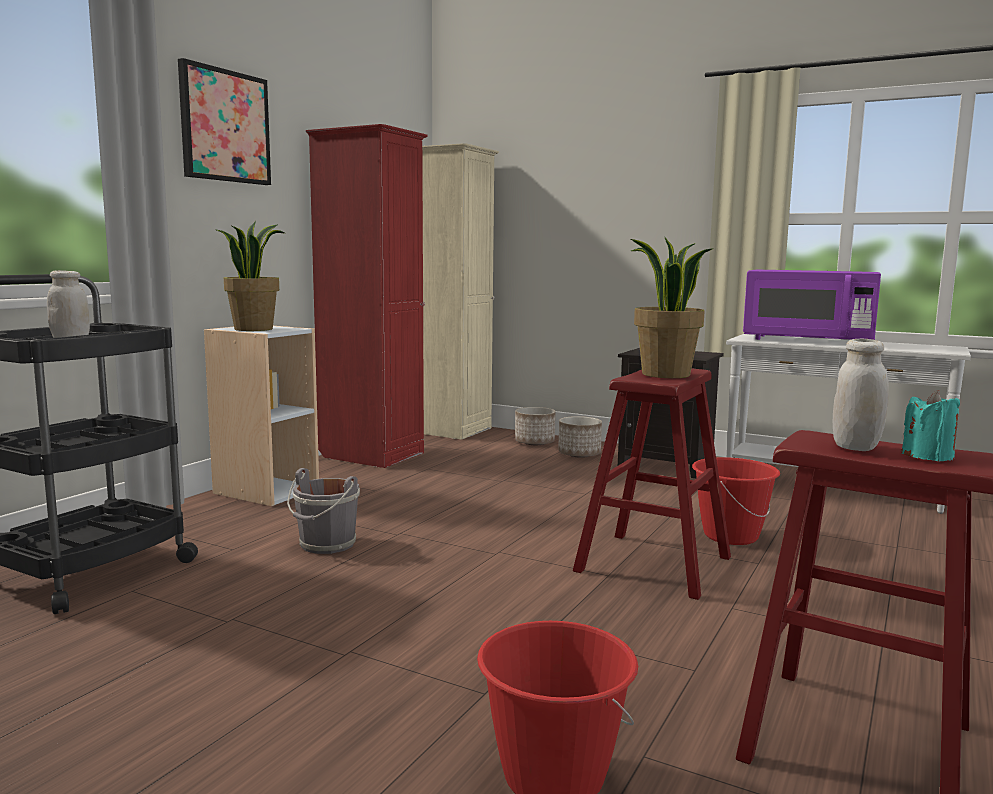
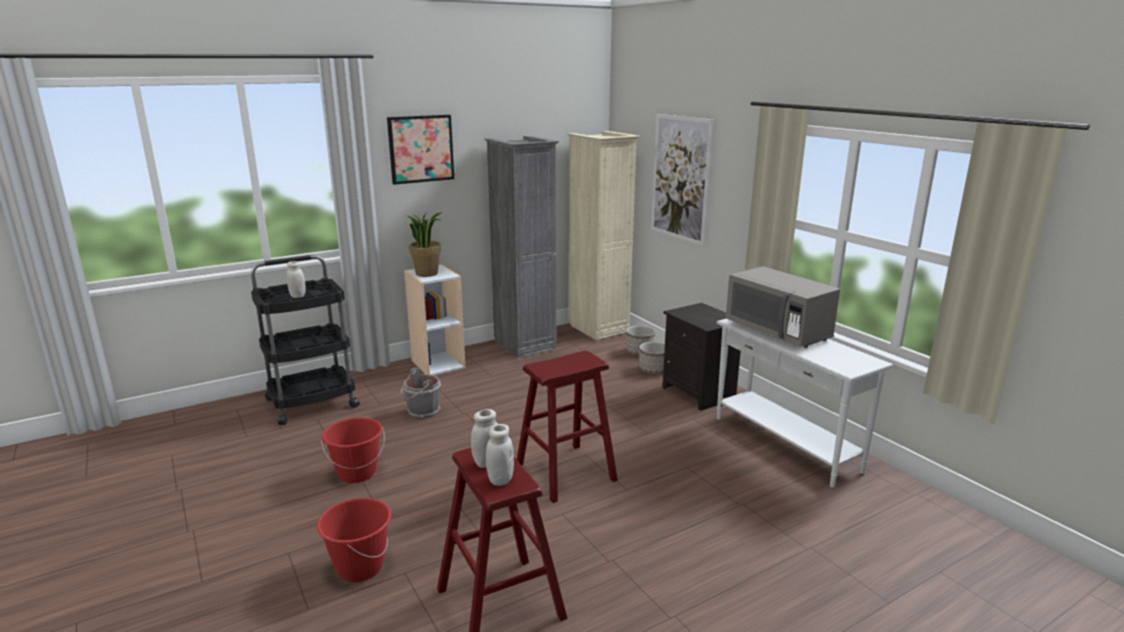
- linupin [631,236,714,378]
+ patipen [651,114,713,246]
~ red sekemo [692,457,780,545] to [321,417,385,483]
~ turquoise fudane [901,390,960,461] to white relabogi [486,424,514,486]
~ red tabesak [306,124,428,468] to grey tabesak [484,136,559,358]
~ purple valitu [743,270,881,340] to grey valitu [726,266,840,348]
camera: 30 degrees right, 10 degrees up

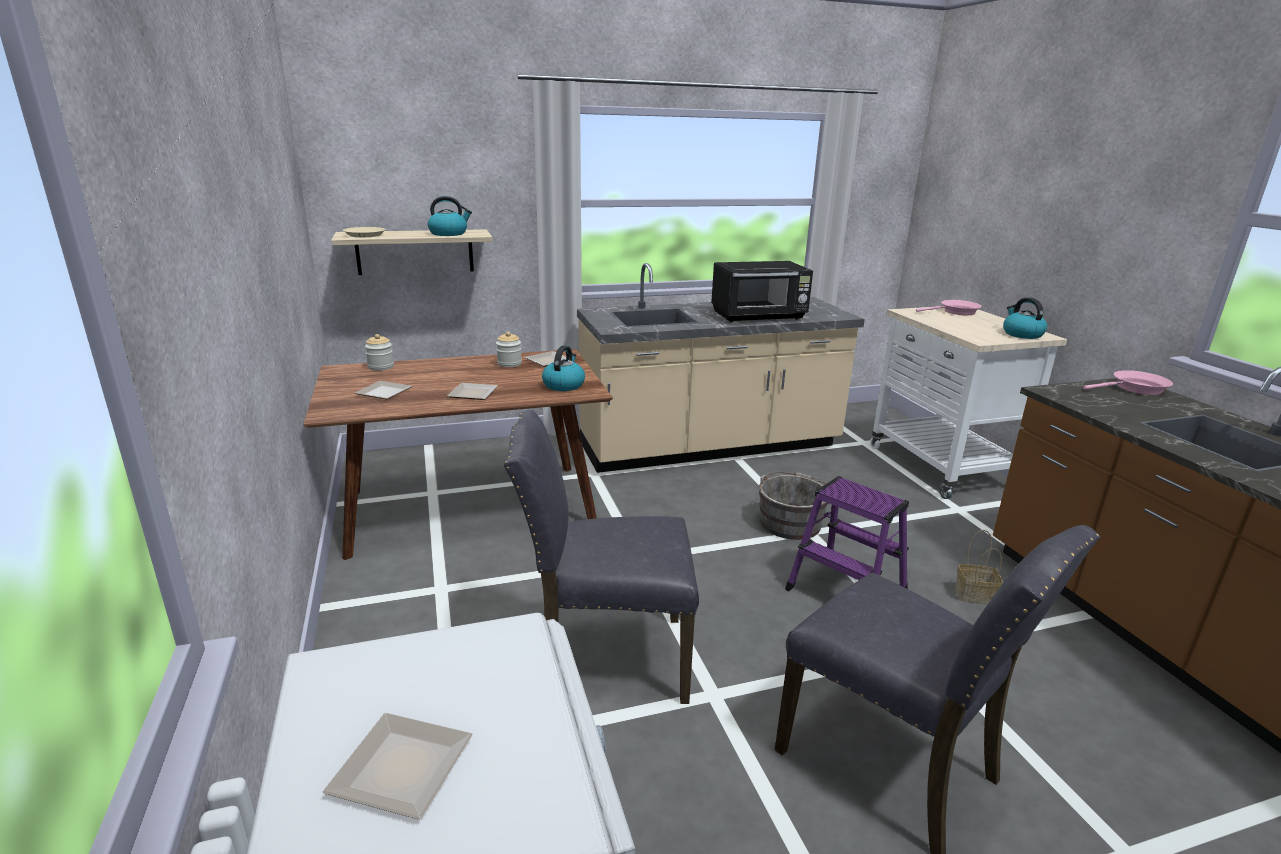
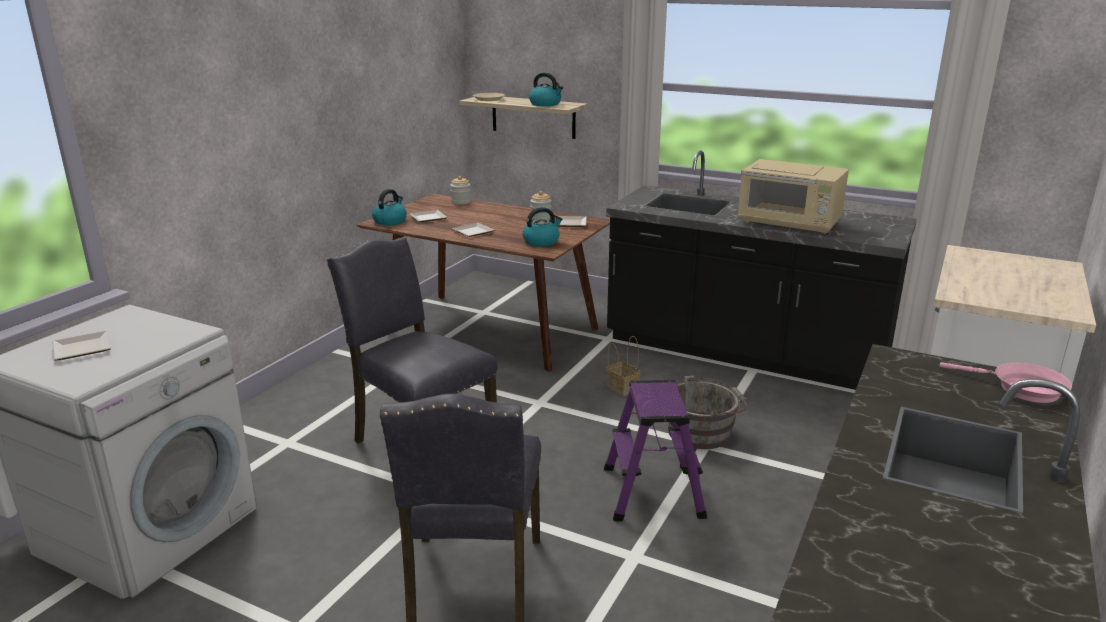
- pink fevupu [916,300,982,315]
~ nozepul [955,530,1003,605] to [606,336,640,396]
~ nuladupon [1003,297,1047,339] to [372,189,407,225]
~ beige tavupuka [577,263,865,473] to black tavupuka [606,150,917,390]
~ black valitu [711,261,813,322] to beige valitu [738,159,849,234]
camera: 45 degrees right, 0 degrees up

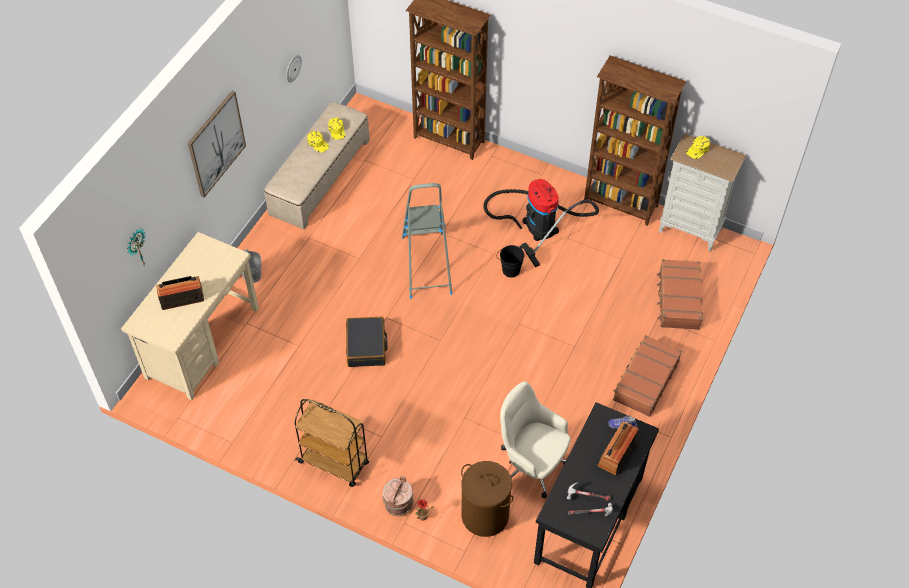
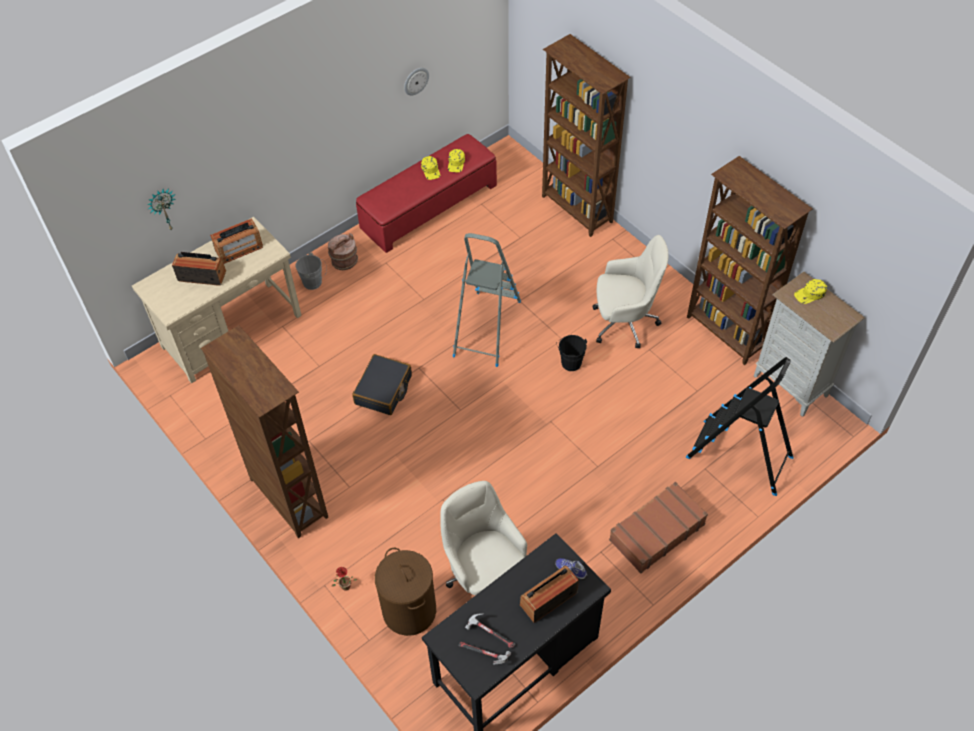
- patipen [188,91,246,198]
+ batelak [210,218,263,264]
~ brown sekemo [382,476,413,516] to [328,233,358,270]
~ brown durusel [295,399,369,487] to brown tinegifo [201,325,328,538]
~ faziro [483,179,599,267] to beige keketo [593,235,669,348]
~ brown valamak [657,259,703,330] to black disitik [686,357,794,496]
~ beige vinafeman [264,102,370,229] to red vinafeman [356,134,497,253]
camera: 25 degrees right, 0 degrees up

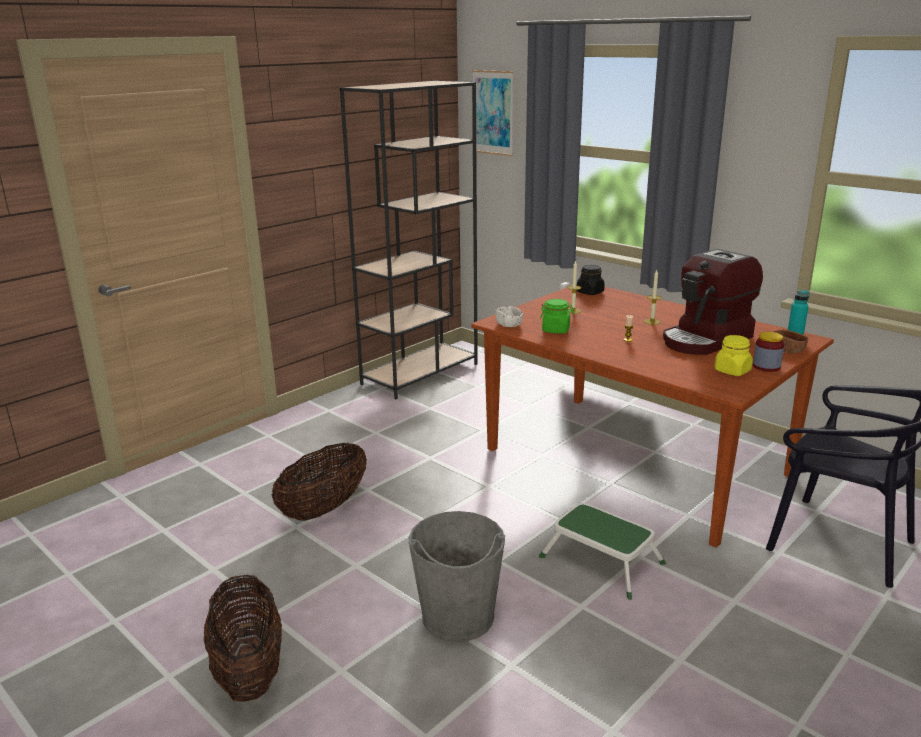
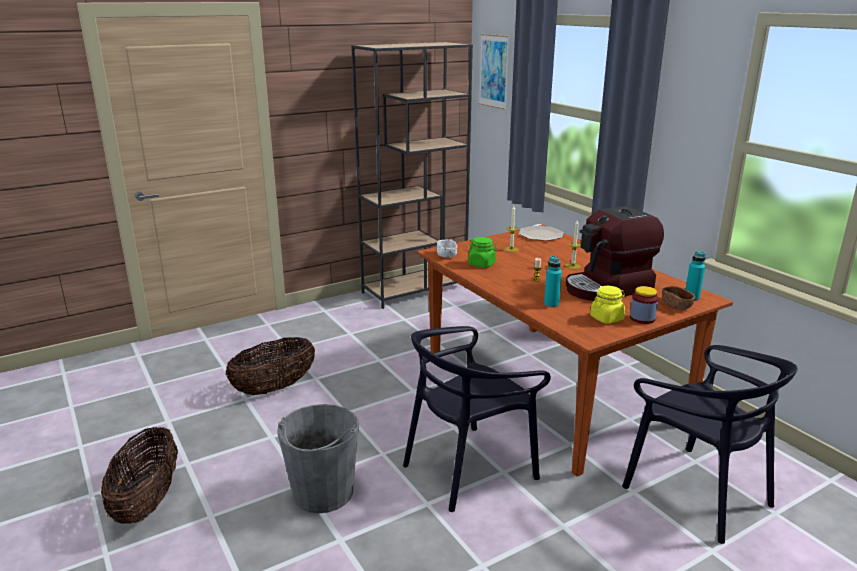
+ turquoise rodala [544,256,562,308]
~ green disitik [539,503,666,600] to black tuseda [403,326,551,512]
~ black relabogi [577,265,605,295] to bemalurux [519,226,564,241]
camera: 15 degrees right, 0 degrees up

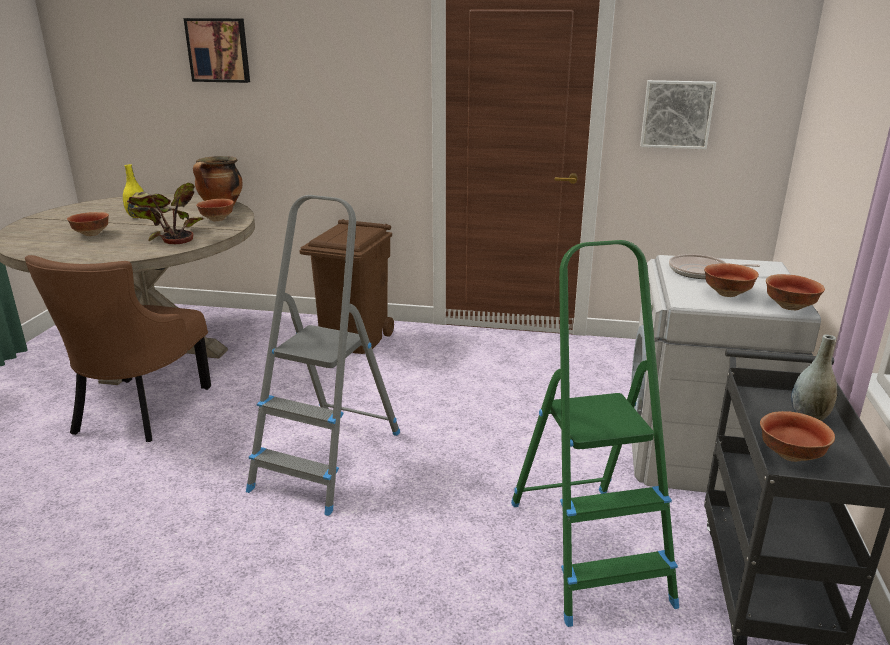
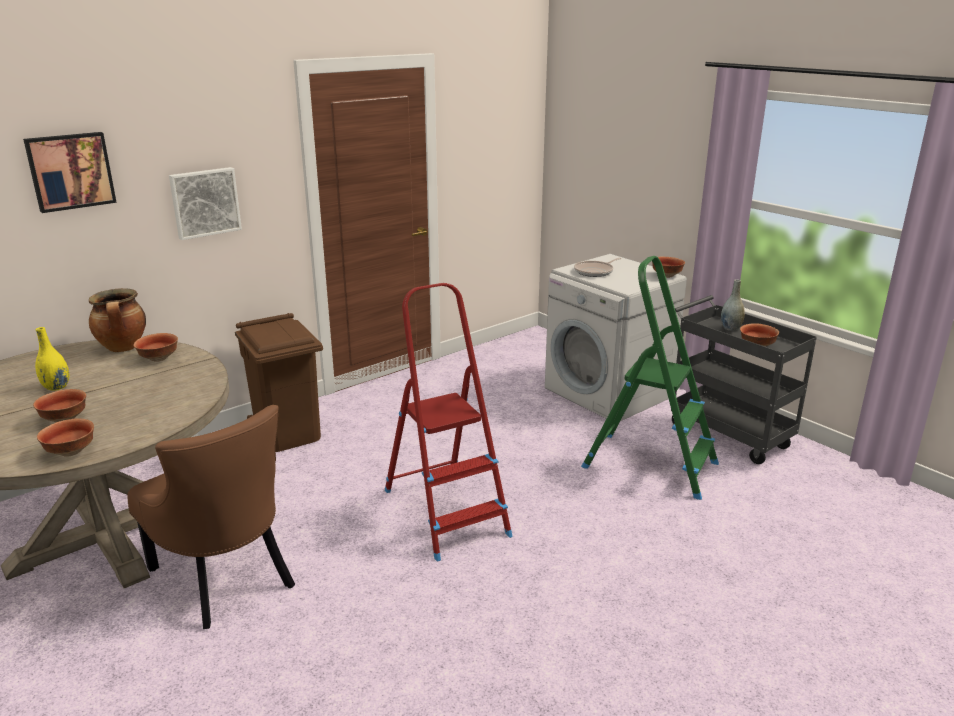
- linupin [127,182,204,244]
~ patipen [640,80,716,150] to [169,167,242,240]
~ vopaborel [704,263,759,297] to [37,419,94,457]
~ grey disitik [246,195,400,516] to red disitik [385,283,512,561]
camera: 50 degrees left, 0 degrees up

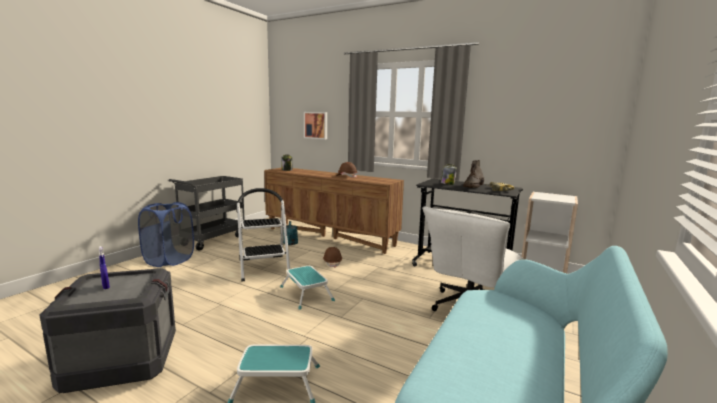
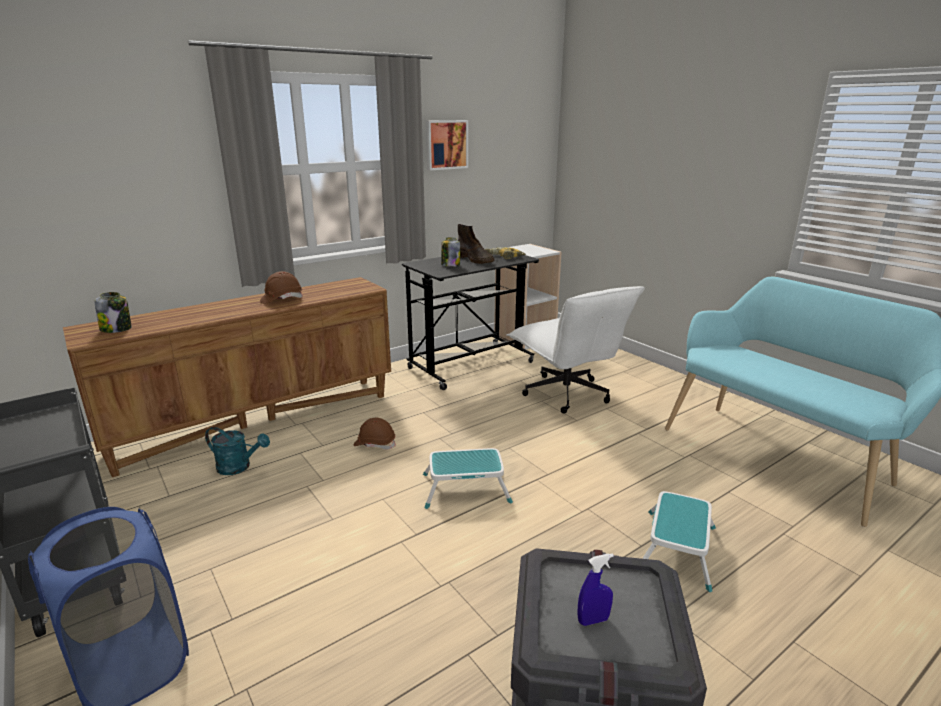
- disitik [237,188,290,282]
~ patipen [304,112,327,139] to [426,120,468,170]
camera: 65 degrees left, 10 degrees up

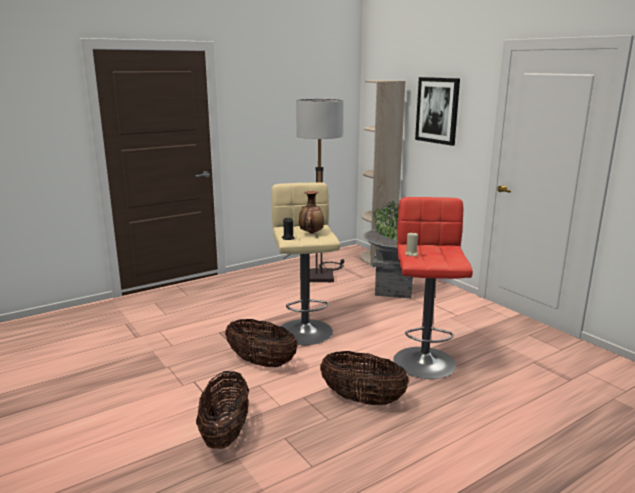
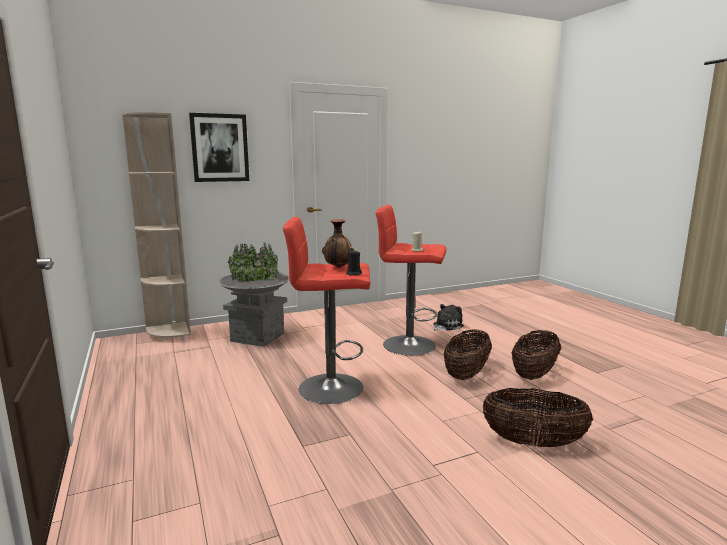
- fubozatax [296,99,344,283]
+ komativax [433,304,464,331]
~ nozepul [225,319,298,367] to [512,330,561,380]
~ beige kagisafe [271,182,340,345] to red kagisafe [283,217,370,404]
camera: 80 degrees left, 5 degrees down

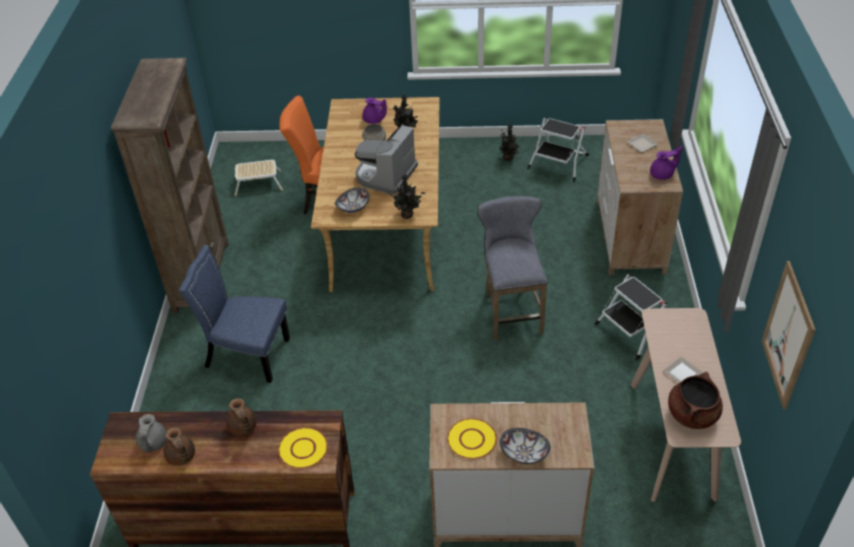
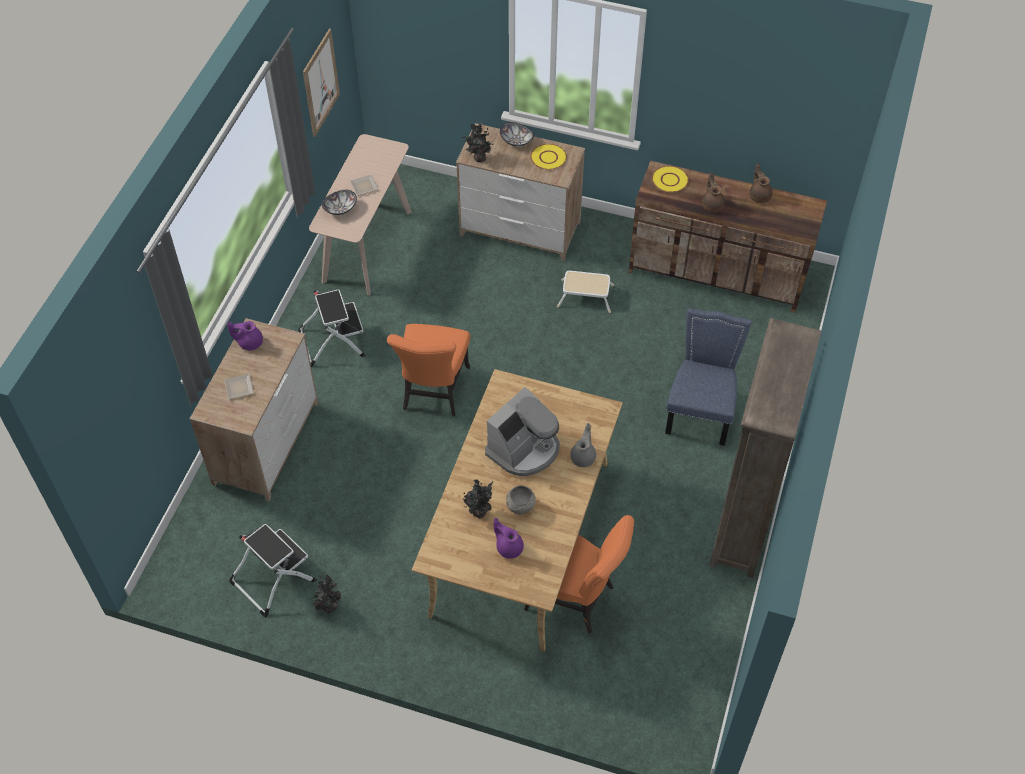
- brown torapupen [668,372,723,429]
~ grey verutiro [136,414,167,452] to [570,423,596,467]
~ beige disitik [234,160,283,196] to [557,271,614,313]
~ vopaborel [335,187,369,213] to [322,190,357,215]
~ linupin [389,174,426,219] to [461,122,493,162]
~ grey kagisafe [477,196,548,341] to orange tuseda [387,324,470,417]
~ blue tuseda [179,245,290,383] = [665,308,752,446] 105 degrees counterclockwise
camera: 165 degrees left, 10 degrees up

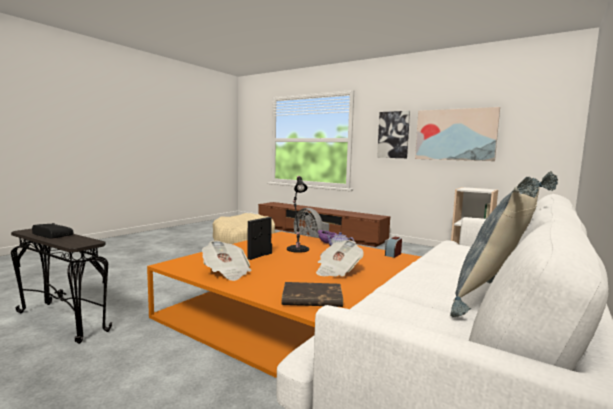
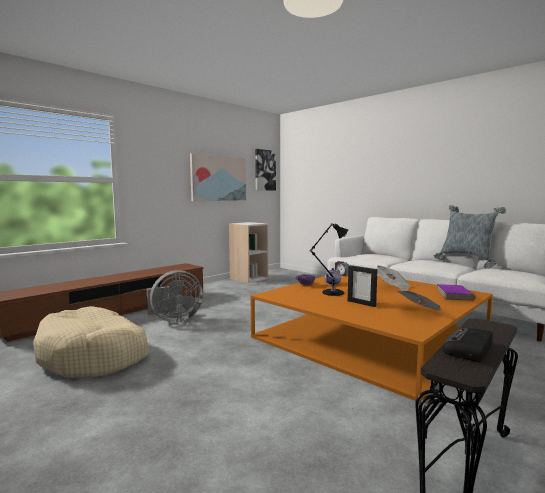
~ patipen [377,111,410,158] to [255,149,276,191]
~ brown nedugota [282,282,343,307] to purple nedugota [437,284,476,301]
camera: 80 degrees left, 0 degrees up

